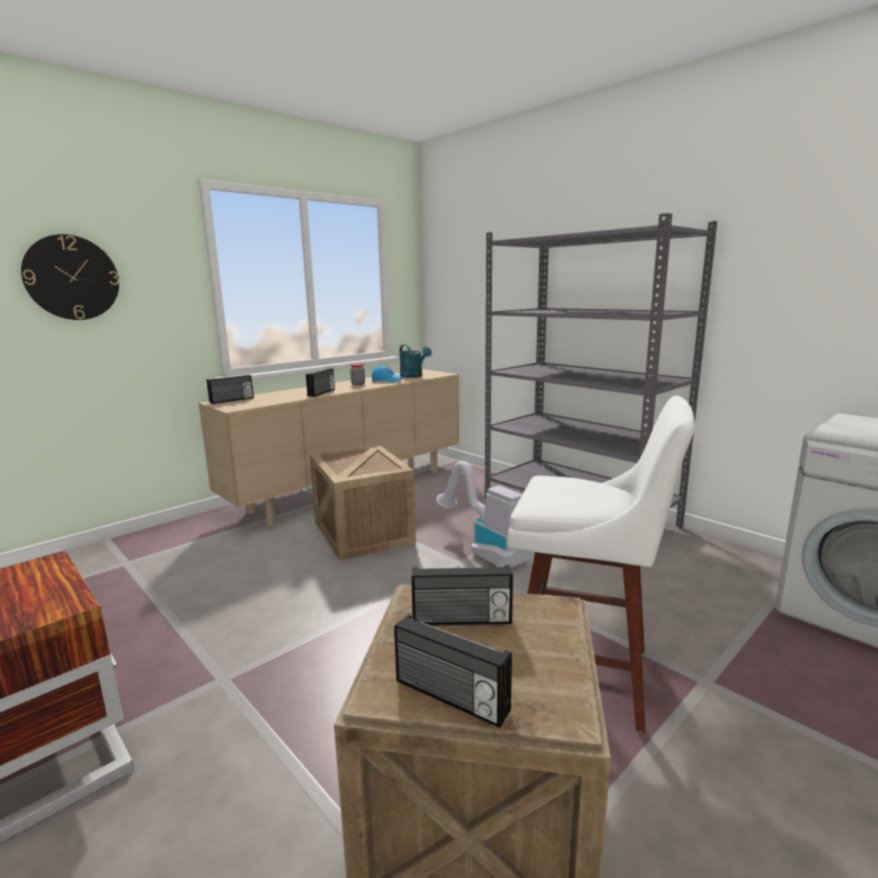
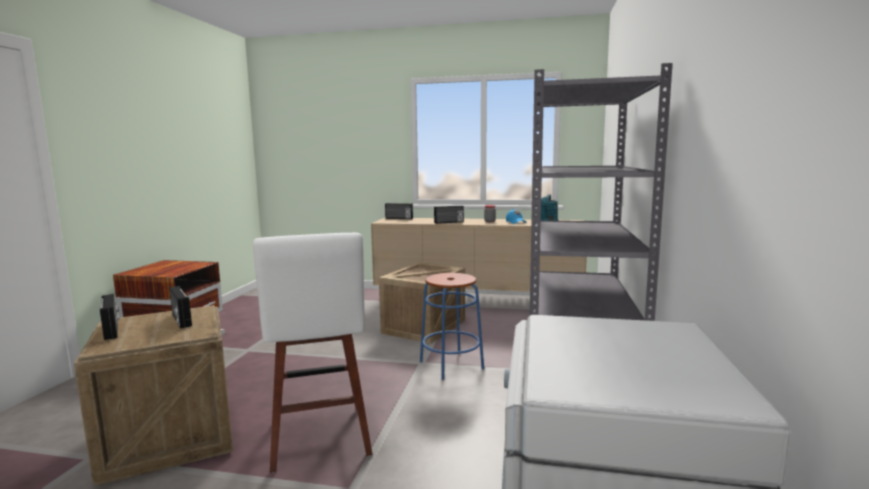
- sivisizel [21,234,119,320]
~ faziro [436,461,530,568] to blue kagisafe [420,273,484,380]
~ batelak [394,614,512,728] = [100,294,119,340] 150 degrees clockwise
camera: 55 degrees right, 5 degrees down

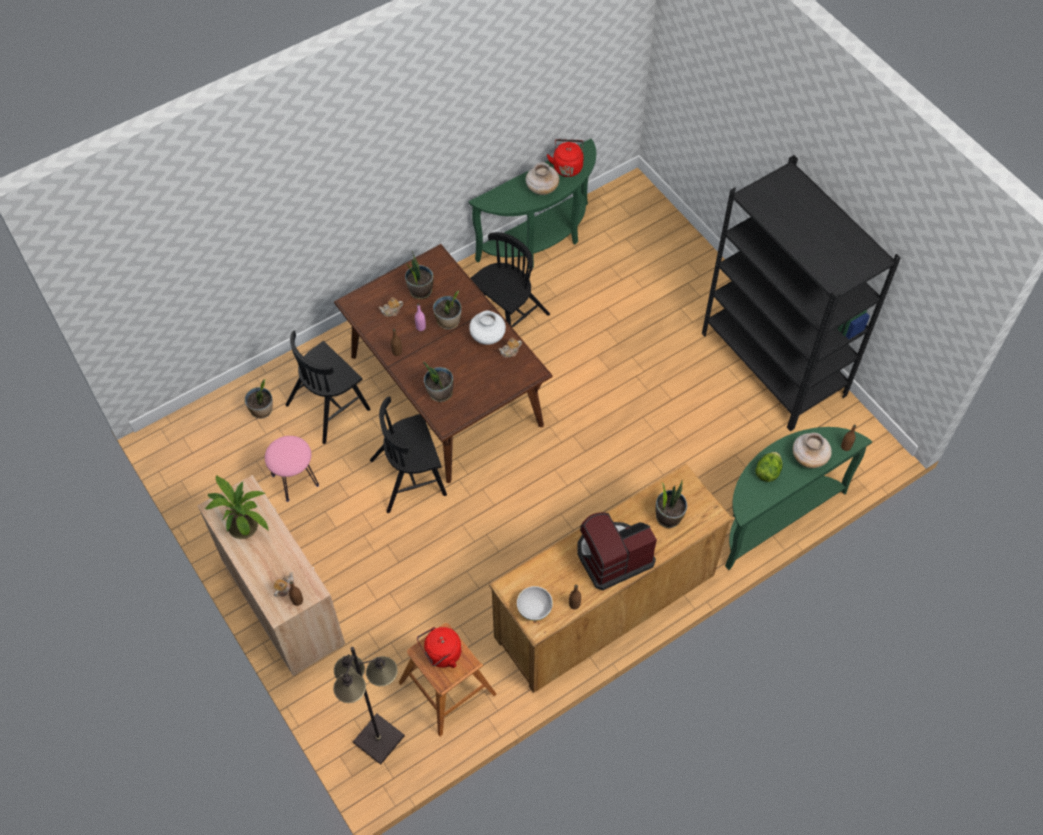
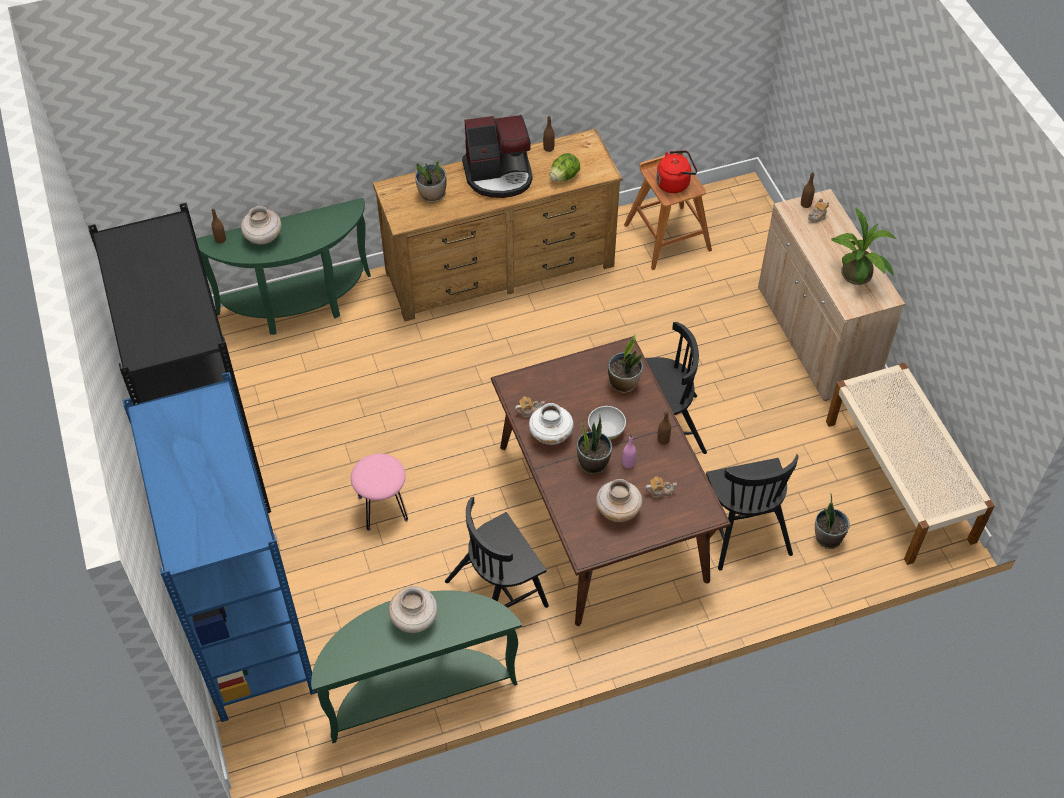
- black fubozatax [333,647,405,765]
- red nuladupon [547,139,584,177]
+ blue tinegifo [122,372,318,722]
+ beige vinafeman [826,363,995,565]
~ pink kagisafe [265,436,319,502] to [351,454,408,531]
~ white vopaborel [517,586,553,621] to [588,406,626,440]
~ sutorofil [755,452,782,482] to [550,153,580,181]
~ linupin [405,251,434,299] to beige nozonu [596,479,643,522]
~ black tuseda [285,330,370,444] = [706,454,799,570] 105 degrees clockwise
camera: 165 degrees left, 5 degrees down

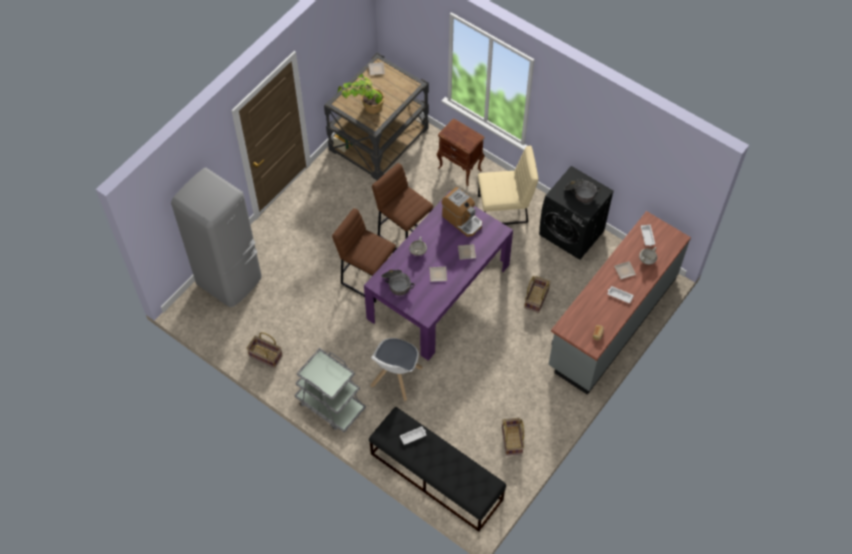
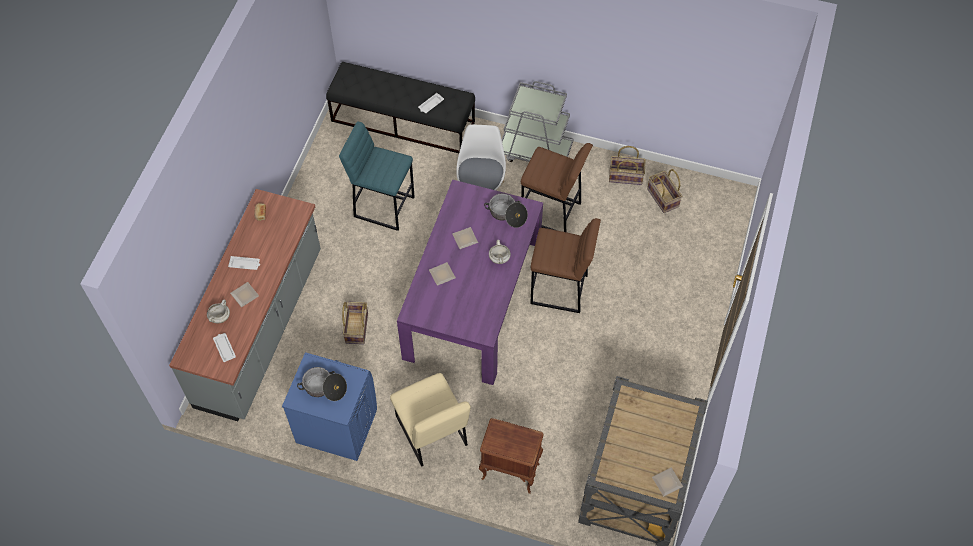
- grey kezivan [171,168,262,307]
- linupin [338,74,384,114]
- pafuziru [442,187,482,237]
+ turquoise kagisafe [339,121,415,231]
~ brown kagisafe [372,163,433,250] to [521,143,593,232]
~ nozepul [502,418,524,456] to [647,169,682,213]
~ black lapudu [539,166,614,260] to blue lapudu [282,352,377,461]
~ beige tuseda [478,146,538,225] = [390,373,471,467] 90 degrees counterclockwise
camera: 160 degrees right, 0 degrees up

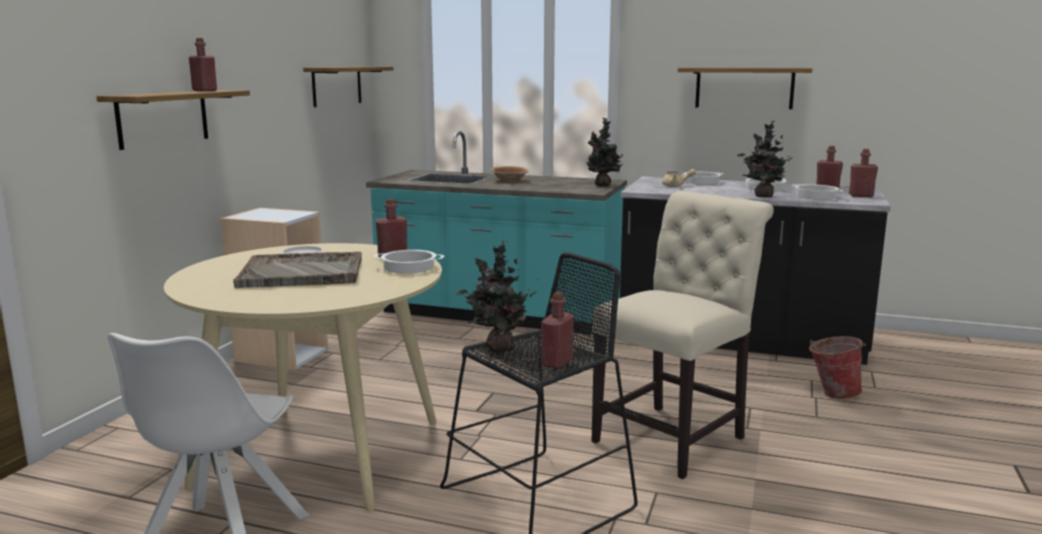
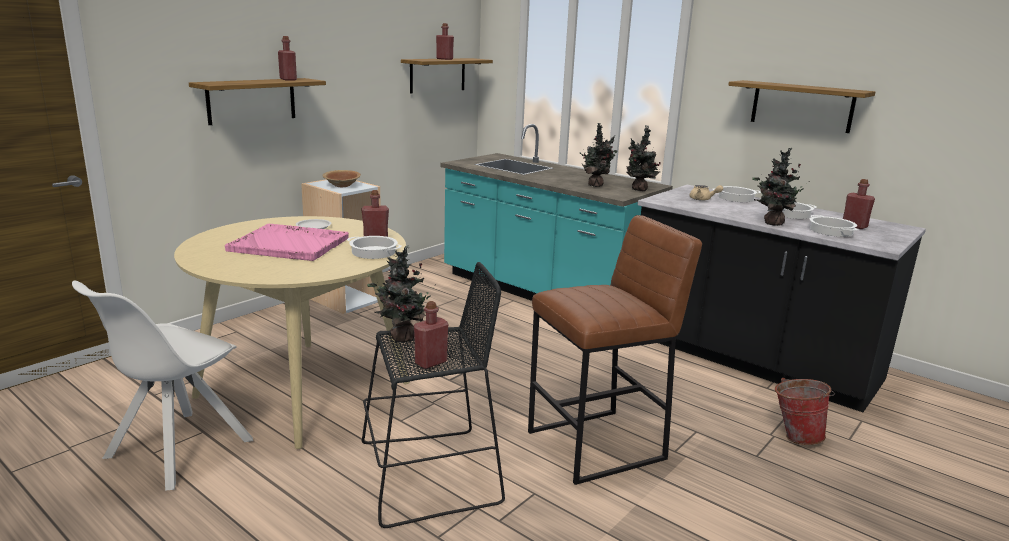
+ linupin [579,123,618,187]
~ brown vopaborel [490,166,528,182] to [322,170,361,187]
~ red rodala [849,149,878,197] to [436,23,454,60]
~ beige tuseda [591,190,774,479] to brown kagisafe [528,215,702,485]
~ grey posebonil [233,252,362,288] to pink posebonil [225,224,349,261]
camera: 20 degrees right, 5 degrees up

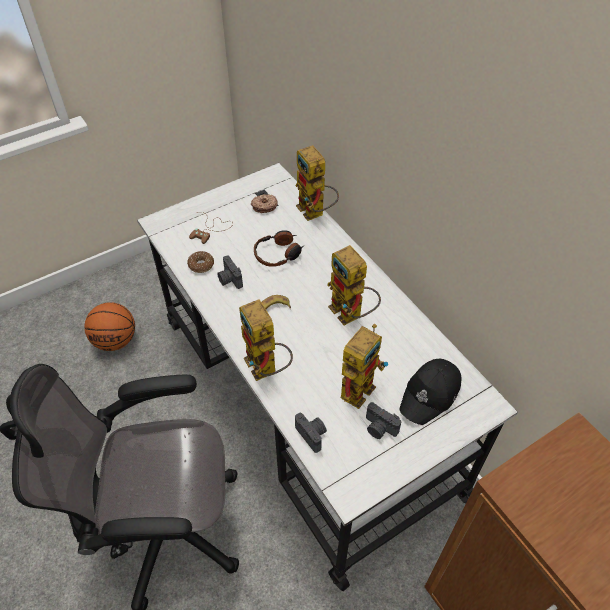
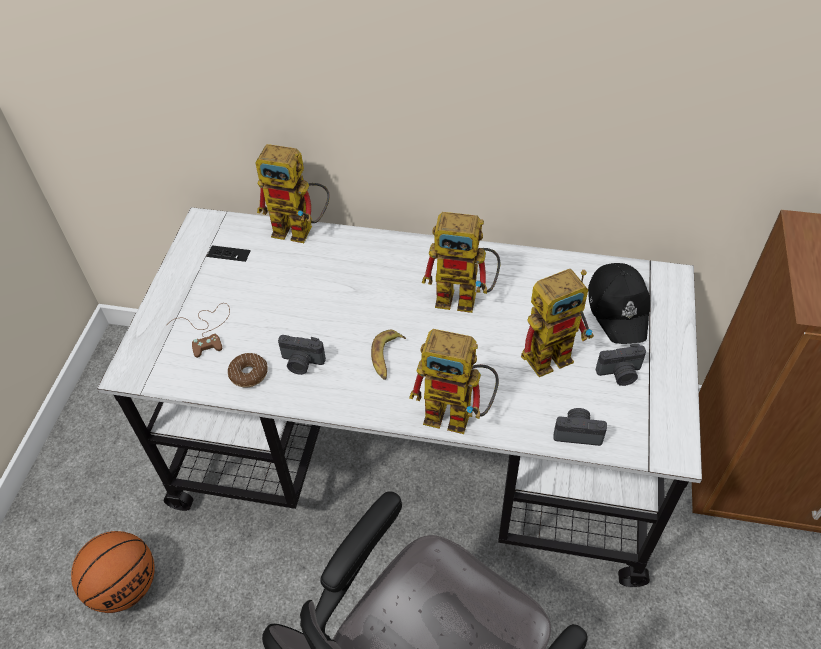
- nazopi [251,194,278,213]
- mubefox [254,230,304,267]
~ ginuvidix [340,324,388,409] = [521,269,594,377] 75 degrees clockwise
camera: 45 degrees left, 0 degrees up

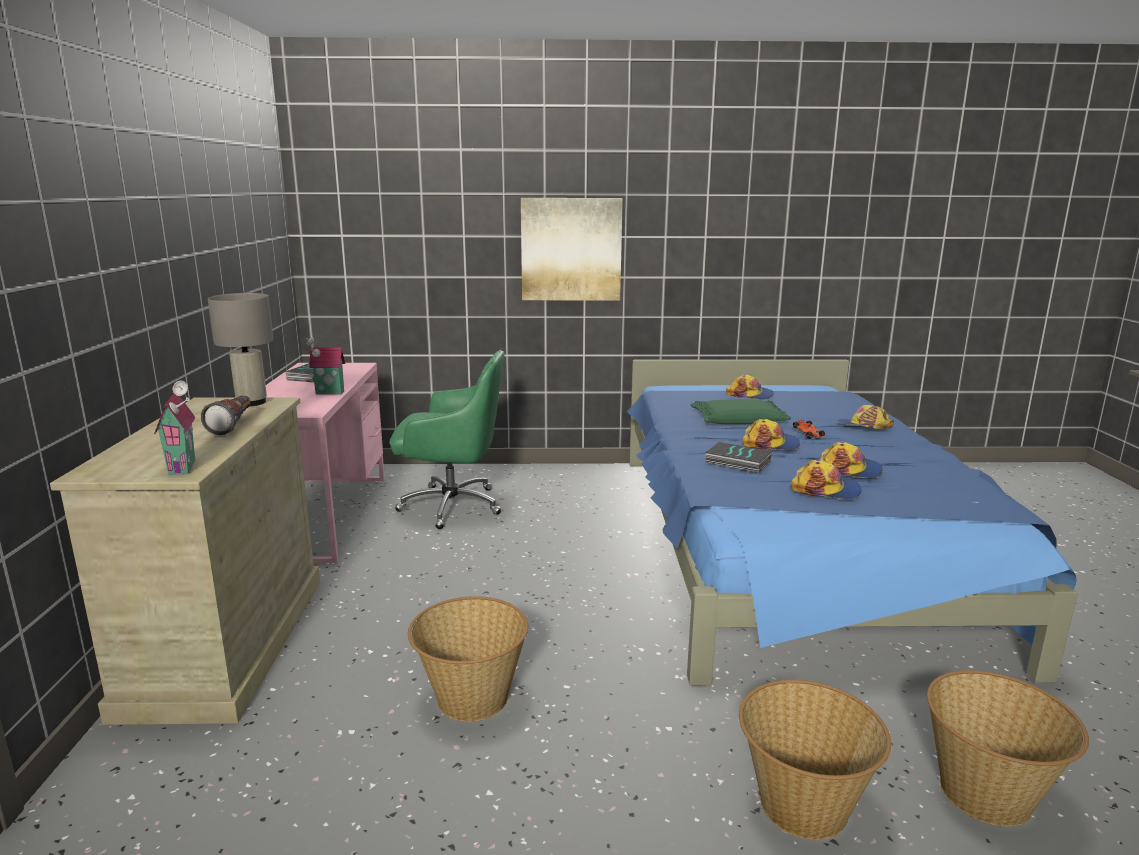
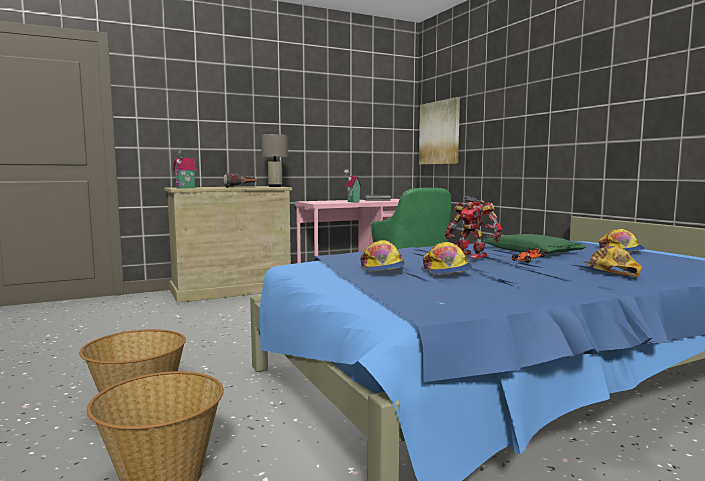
- nozepul [408,596,528,722]
- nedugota [705,442,772,473]
~ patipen [521,198,623,300] to [419,97,460,164]
~ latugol [742,419,800,450] to ginuvidix [445,196,503,259]
camera: 65 degrees right, 10 degrees down

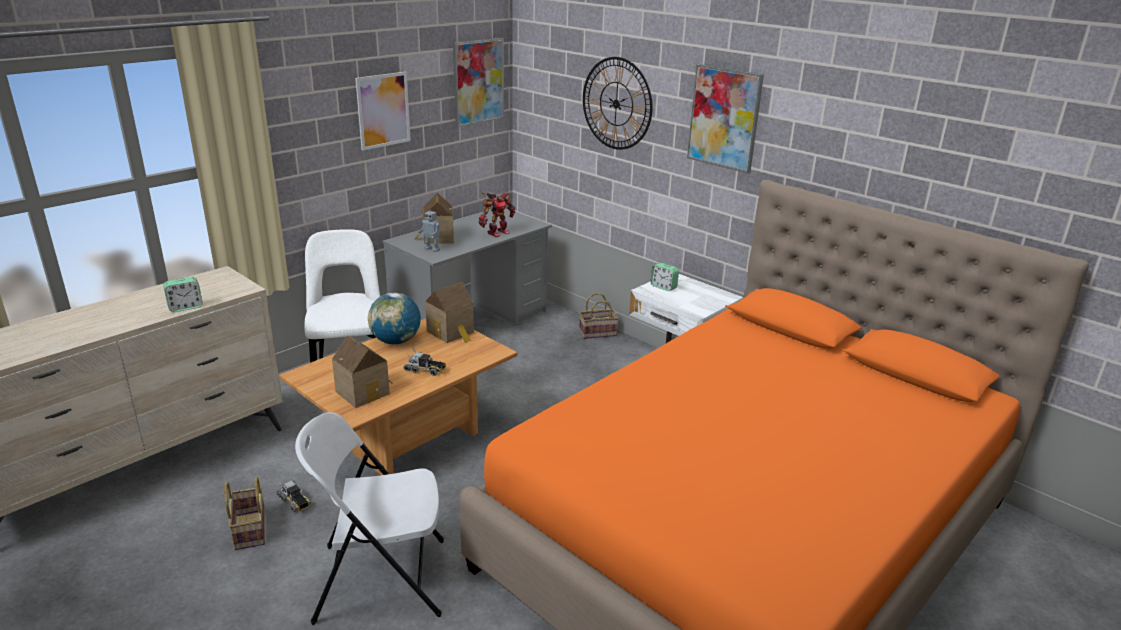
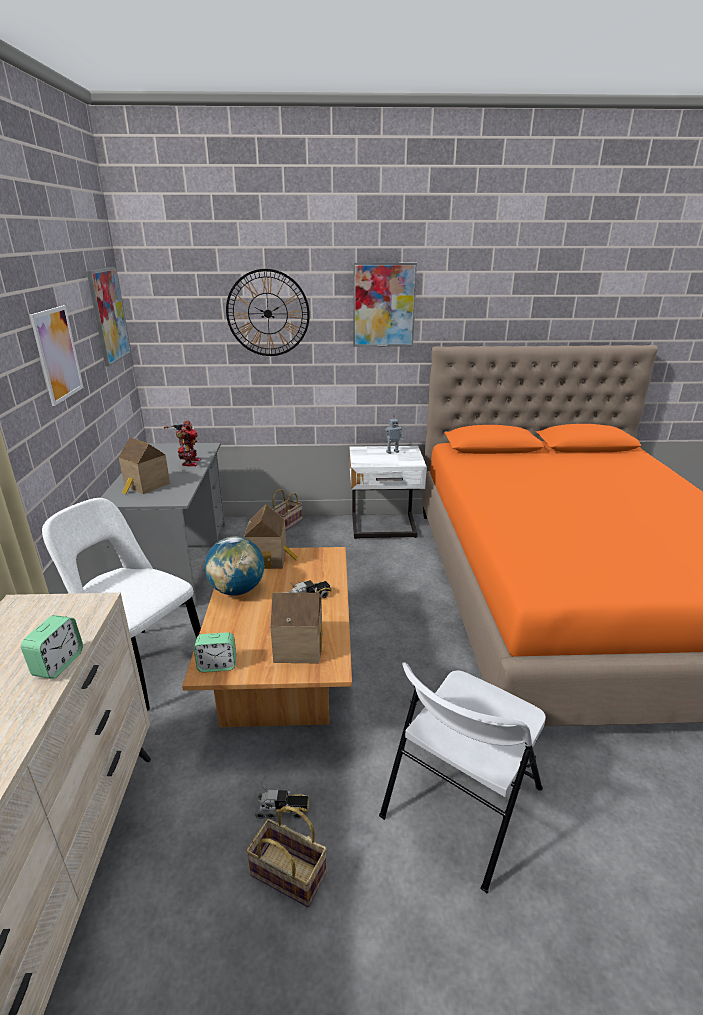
~ ginuvidix [418,207,440,252] to [385,415,404,454]
~ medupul [651,263,679,291] to [194,632,236,672]
camera: 45 degrees left, 0 degrees up

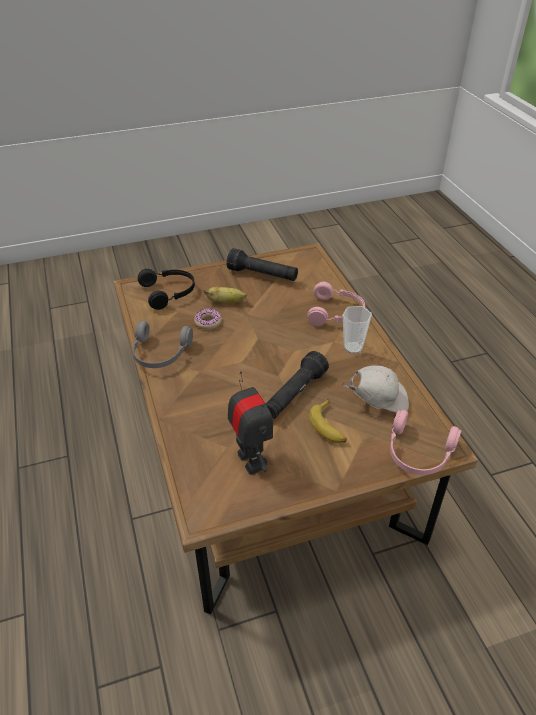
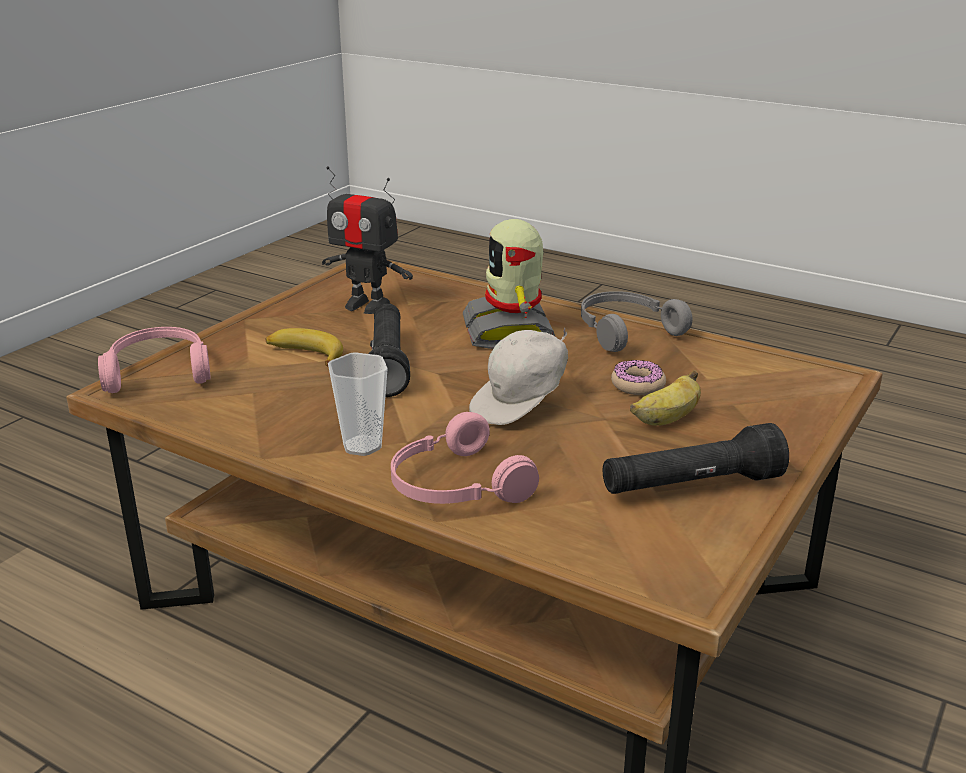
- black mubefox [138,269,195,310]
+ ginuvidix [463,219,555,349]
~ white latugol [341,365,409,413] to [469,328,568,425]
camera: 140 degrees right, 15 degrees down

